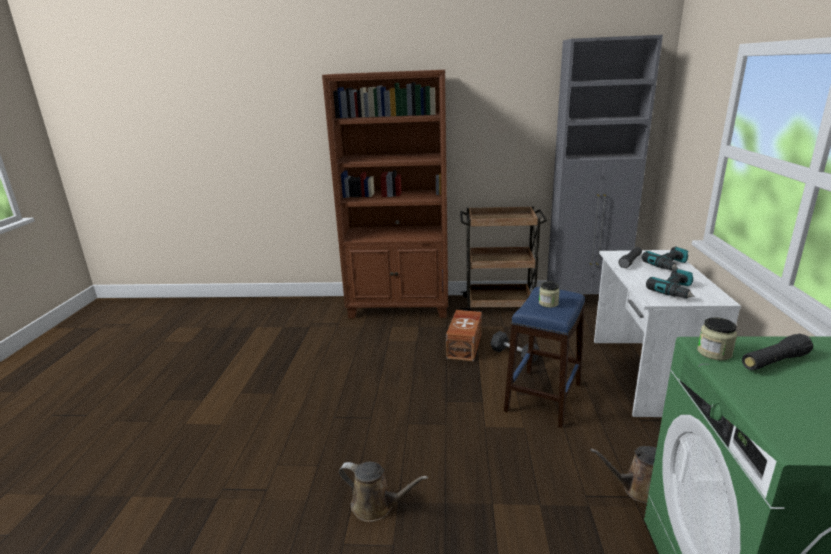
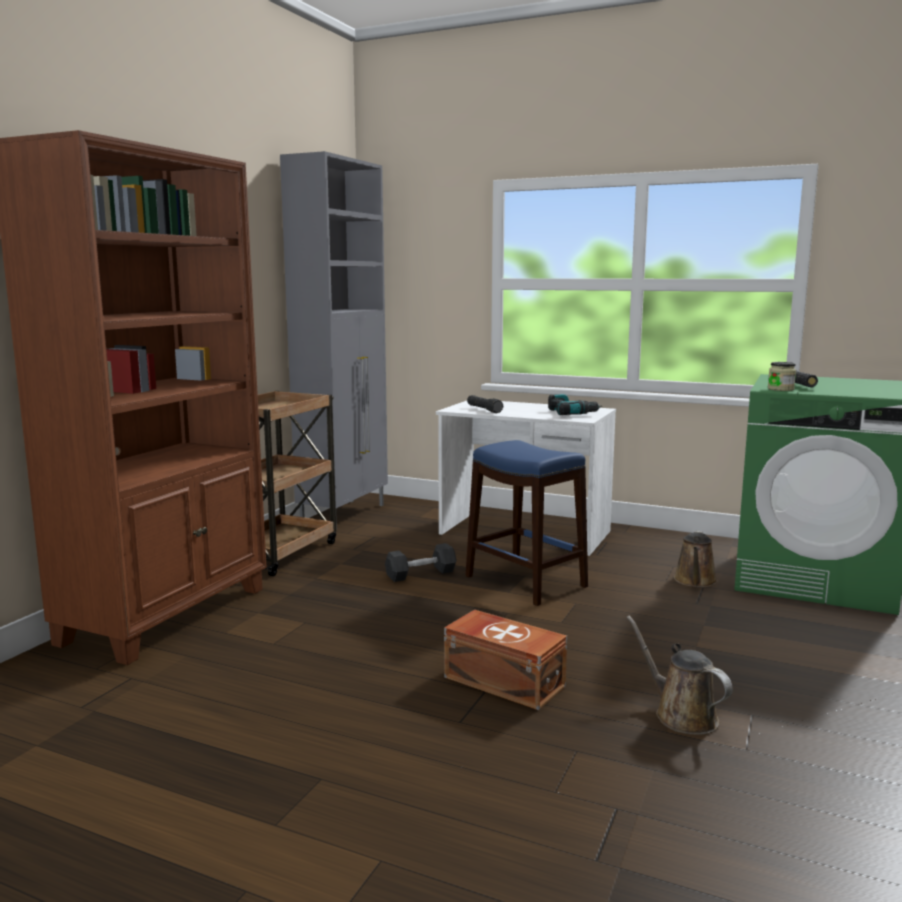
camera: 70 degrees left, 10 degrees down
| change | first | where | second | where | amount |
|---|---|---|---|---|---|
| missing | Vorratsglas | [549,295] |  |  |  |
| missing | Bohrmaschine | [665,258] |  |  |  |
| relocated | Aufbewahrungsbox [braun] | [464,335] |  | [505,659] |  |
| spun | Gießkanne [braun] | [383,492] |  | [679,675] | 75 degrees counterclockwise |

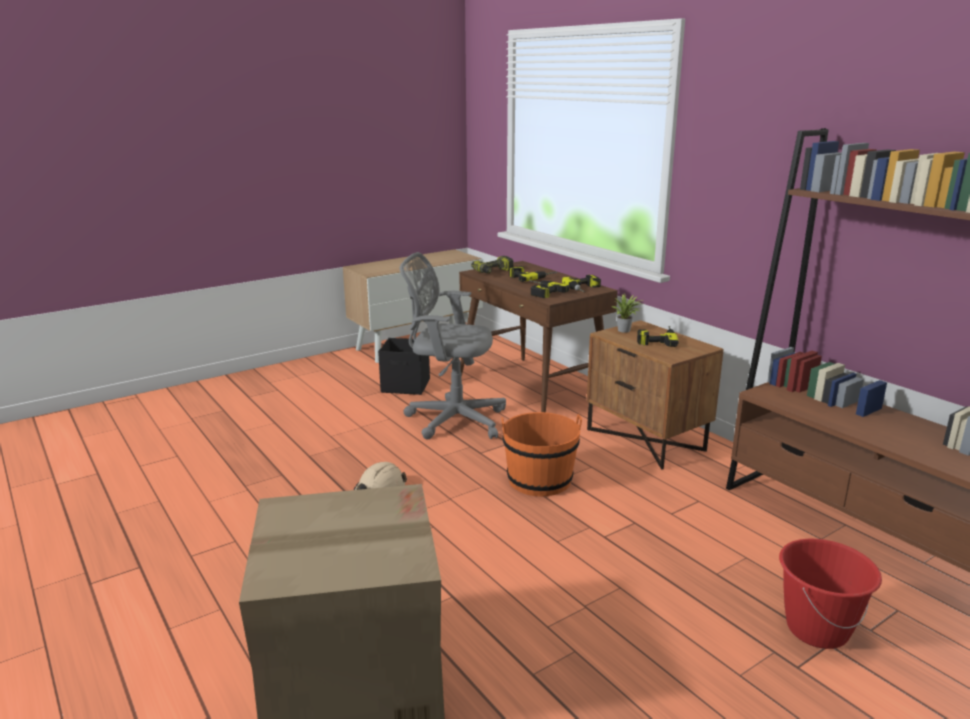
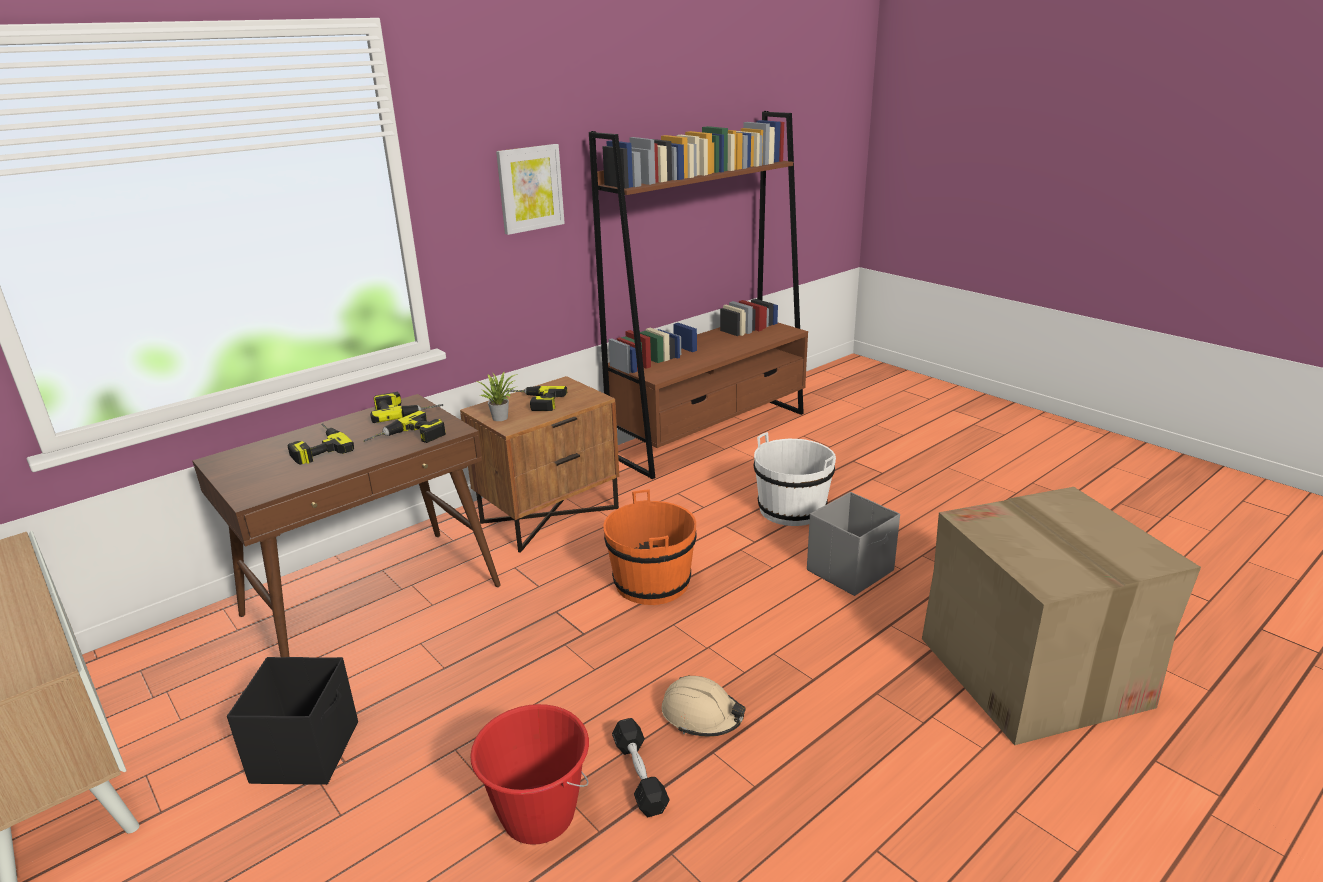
camera: 95 degrees left, 5 degrees up
| change | first | where | second | where | amount |
|---|---|---|---|---|---|
| missing | Bürostuhl [grau] | [453,345] |  |  |  |
| missing | Bohrmaschine | [492,265] |  |  |  |
| appeared |  |  | Bild | [530,189] |  |
| appeared |  |  | Hantel [schwarz] | [641,767] |  |
| appeared |  |  | Eimer [weiß] | [795,479] |  |
| appeared |  |  | Aufbewahrungsbox [grau] | [853,544] |  |
| relocated | Eimer [rot] | [830,594] |  | [529,774] |  |

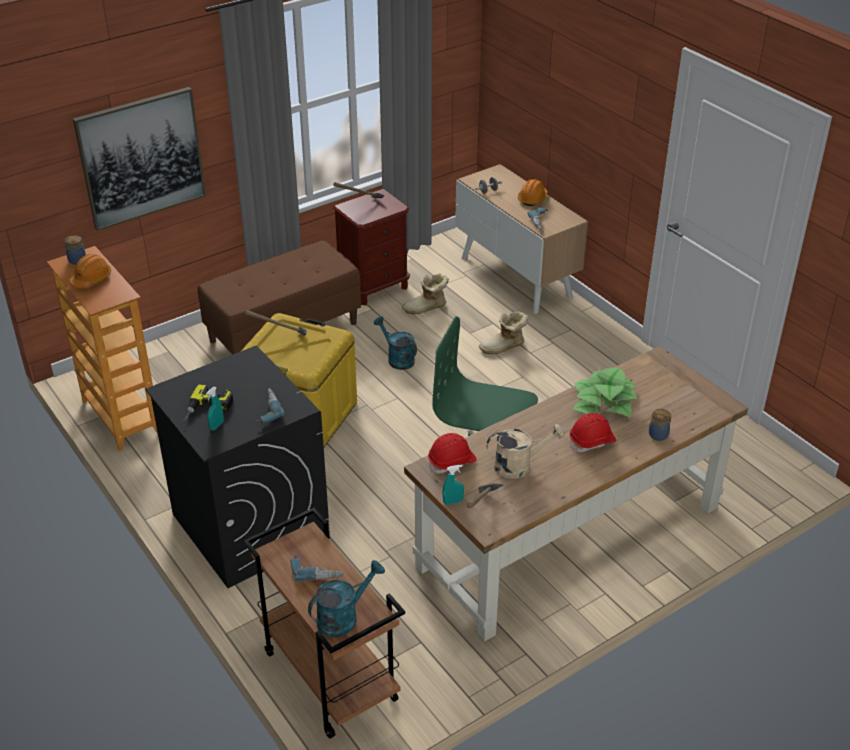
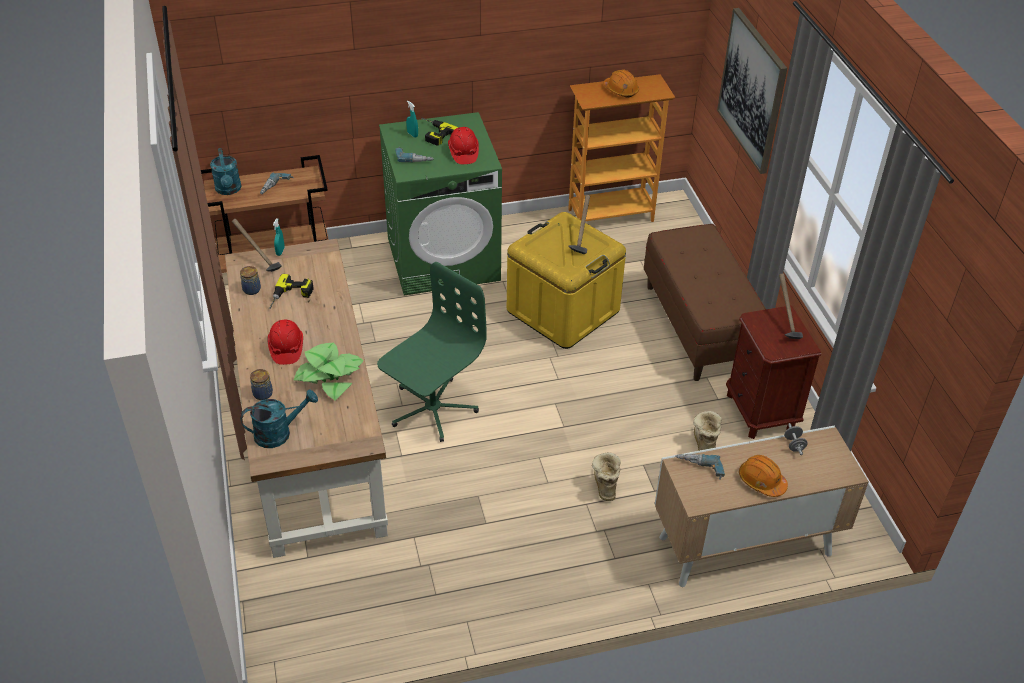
camera: 110 degrees right, 5 degrees up
| change | first | where | second | where | amount |
|---|---|---|---|---|---|
| relocated | Vorratsglas | [75,250] |  | [250,280] |  |
| relocated | Gießkanne [türkis] | [395,343] |  | [279,419] |  |
| relocated | Schutzhelm [rot] | [452,453] |  | [463,145] |  |
| exchanged | Gießkanne [beige] | [525,451] | Bohrmaschine | [292,291] |  |
| colour | Waschmaschine [schwarz] | [237,467] | Waschmaschine [grün] | [440,203] |  |

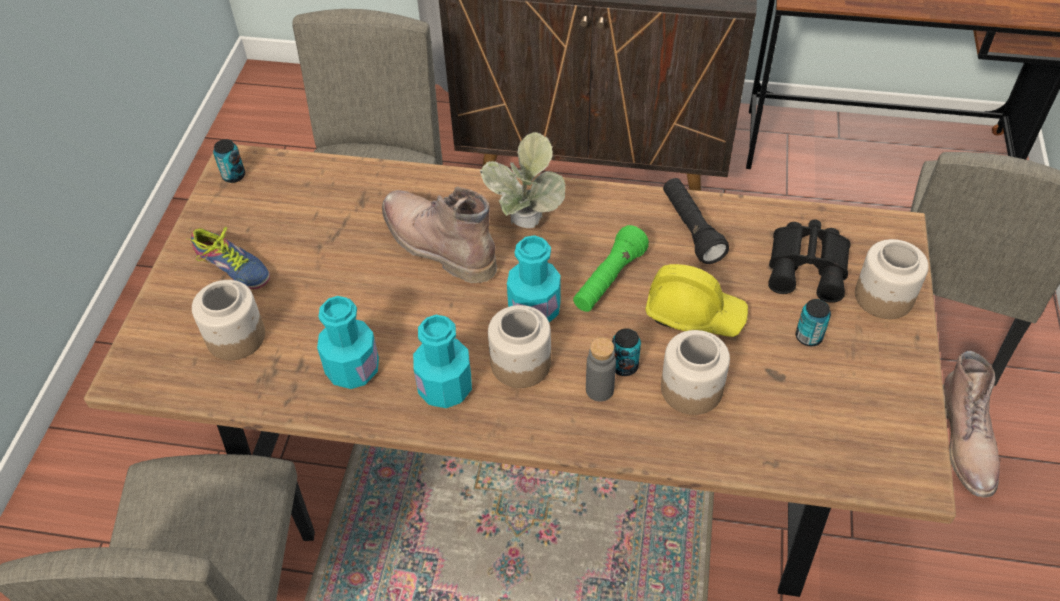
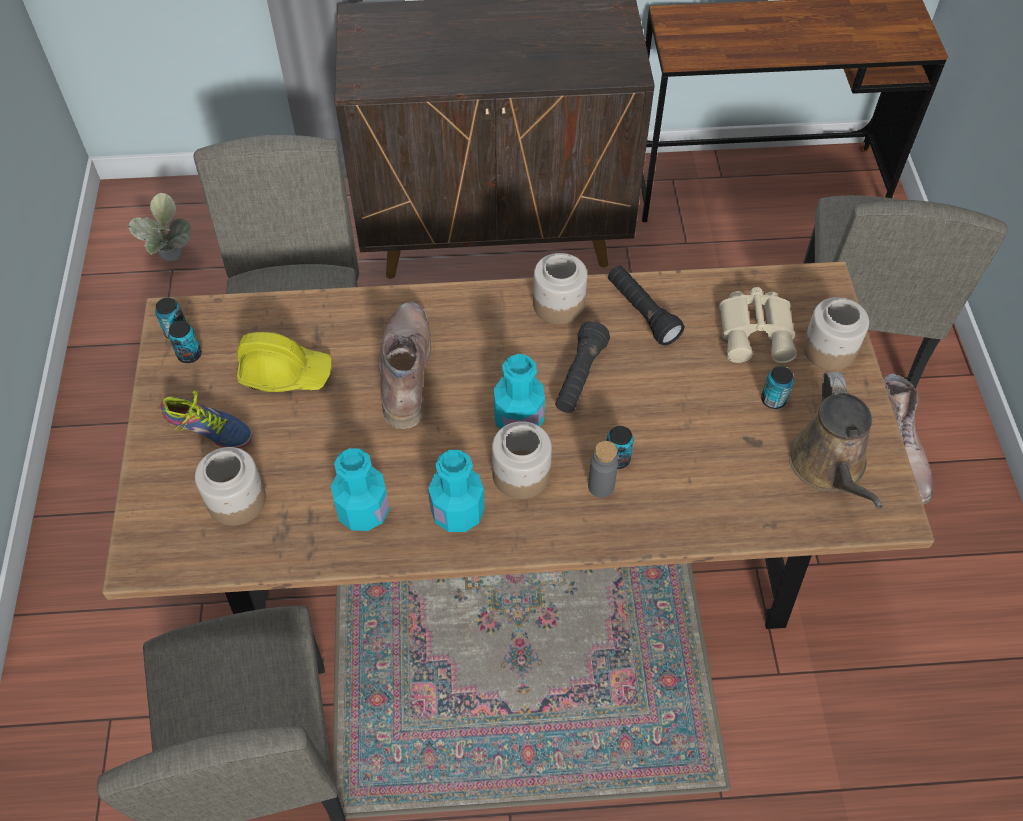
camera: 15 degrees left, 5 degrees up
| change | first | where | second | where | amount |
|---|---|---|---|---|---|
| appeared |  |  | Dose | [185,342] |  |
| appeared |  |  | Gießkanne [braun] | [836,440] |  |
| relocated | Topfpflanze | [522,180] |  | [159,227] |  |
| relocated | Schutzhelm [gelb] | [696,300] |  | [284,362] |  |
| relocated | Vorratsglas | [695,372] |  | [560,289] |  |
| colour | Taschenlampe [grün] | [611,268] | Taschenlampe [schwarz] | [582,367] |  |
| colour | Fernglas [schwarz] | [809,261] | Fernglas [beige] | [758,325] |  |
| spun | Stiefel [braun] | [439,234] |  | [405,365] | 60 degrees clockwise |

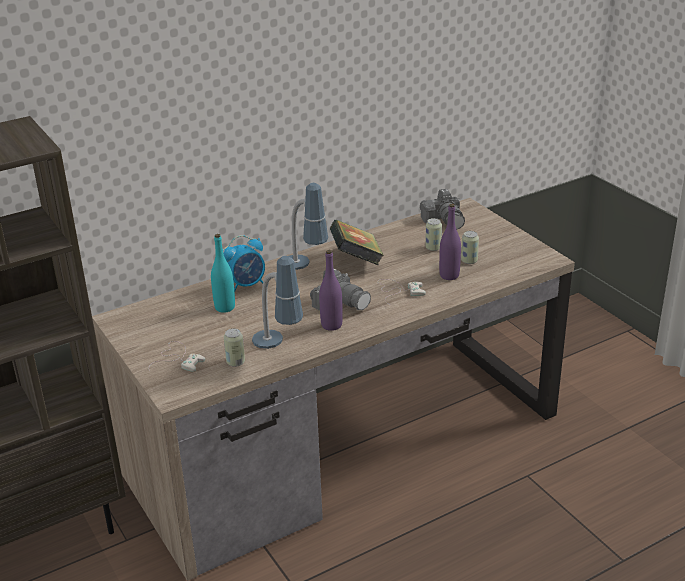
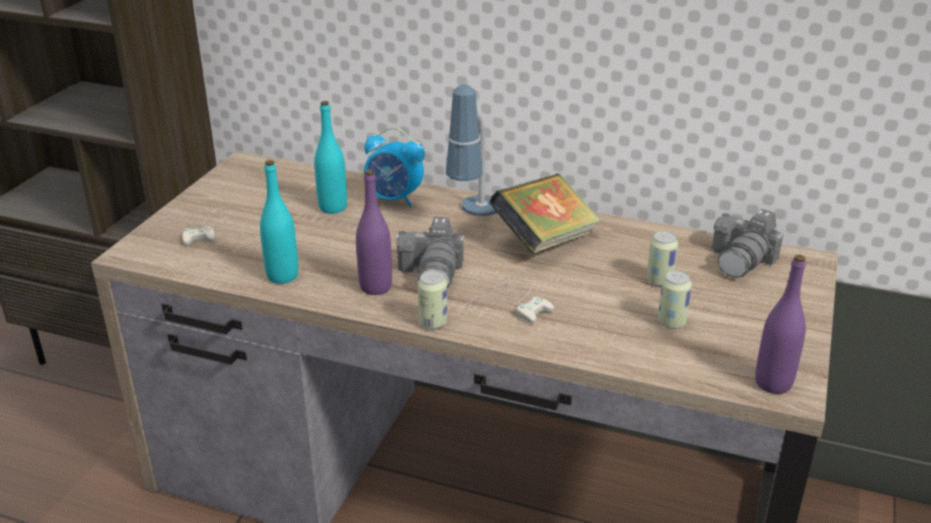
camera: 50 degrees right, 0 degrees up
| change | first | where | second | where | amount |
|---|---|---|---|---|---|
| relocated | Dose | [234,347] |  | [432,300] |  |
| relocated | Flasche [lila] | [450,242] |  | [780,324] |  |
| exchanged | Tischlampe | [277,302] | Flasche [türkis] | [279,222] |  |

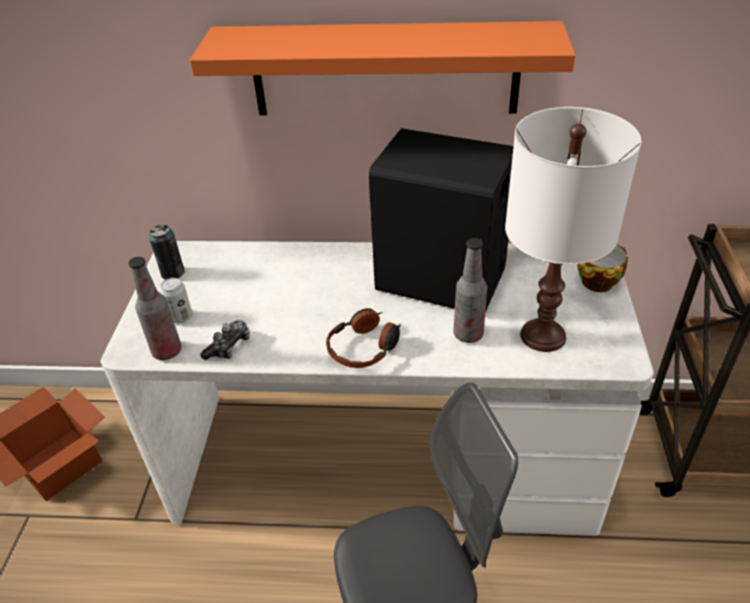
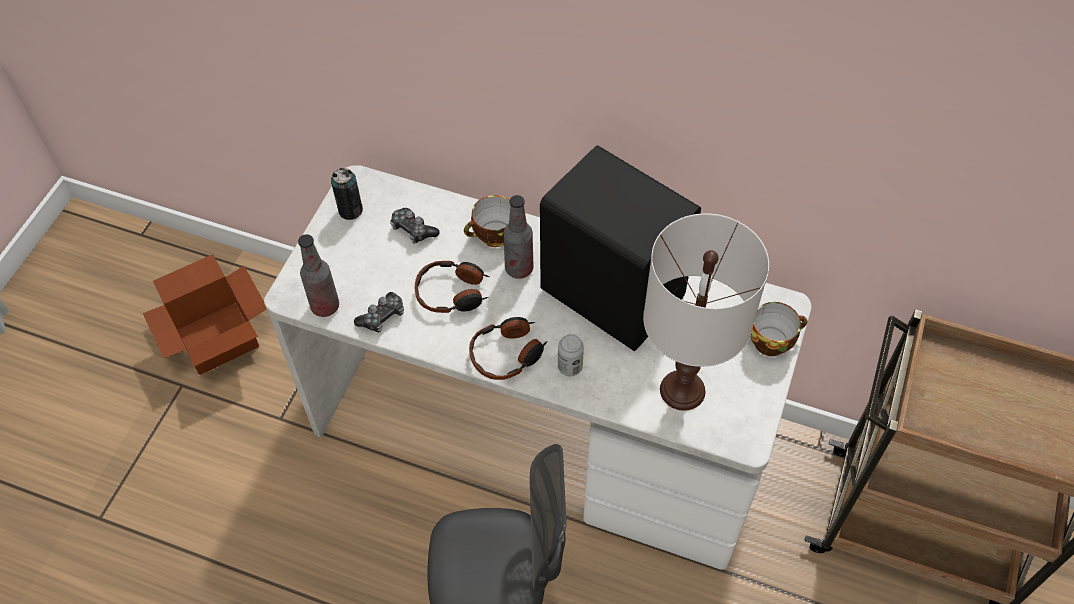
camera: 15 degrees right, 15 degrees up
| change | first | where | second | where | amount |
|---|---|---|---|---|---|
| missing | Wandregal [orange] | [383,68] |  |  |  |
| appeared |  |  | Gamepad | [415,226] |  |
| appeared |  |  | Kopfhörer | [452,287] |  |
| appeared |  |  | Tasse | [487,221] |  |
| relocated | Dose | [176,300] |  | [571,355] |  |
| relocated | Flasche | [470,290] |  | [518,237] |  |

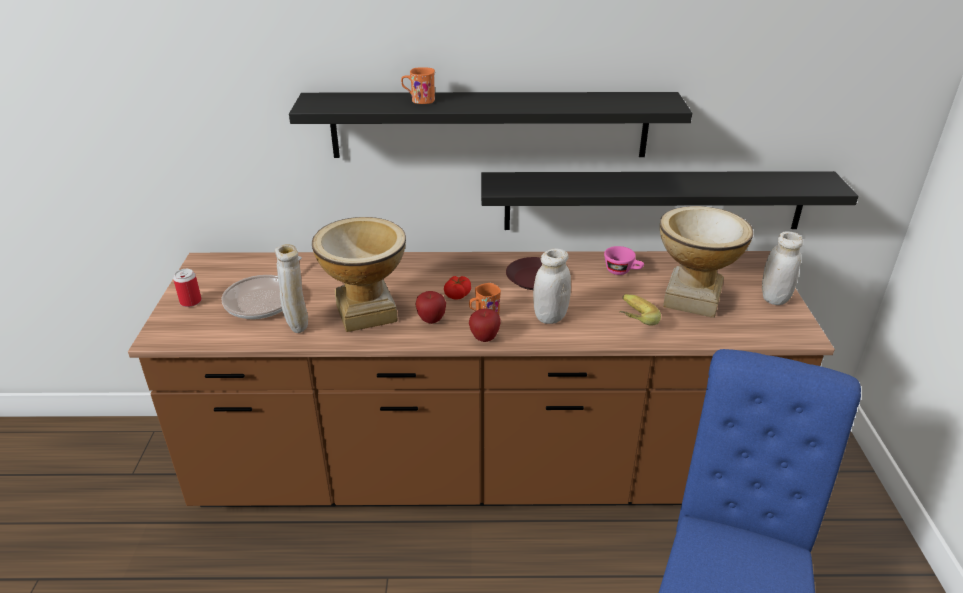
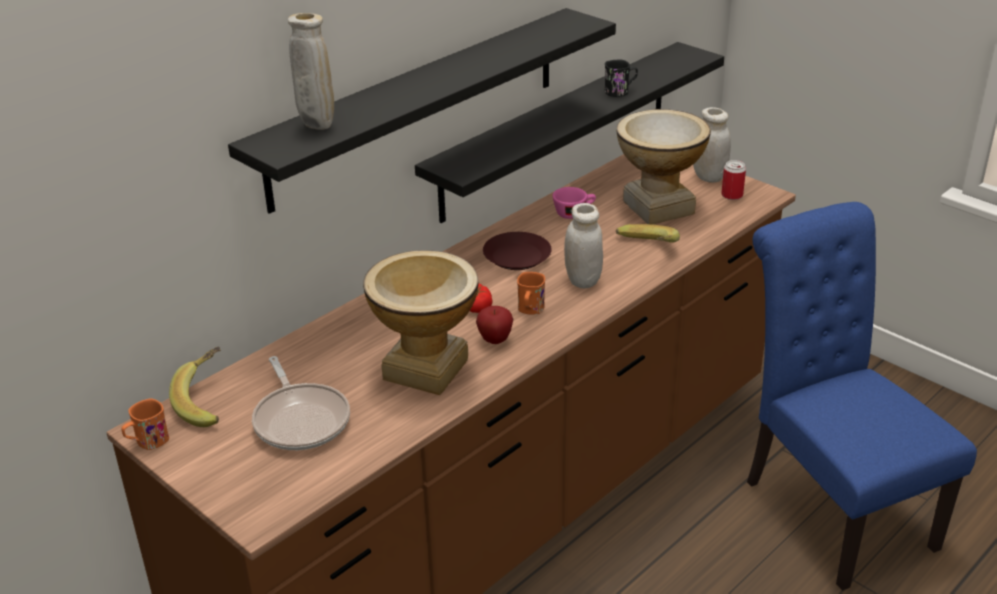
camera: 45 degrees left, 0 degrees up
| change | first | where | second | where | amount |
|---|---|---|---|---|---|
| missing | Apfel | [485,325] |  |  |  |
| appeared |  |  | Banane | [195,386] |  |
| appeared |  |  | Henkelbecher [schwarz] | [621,78] |  |
| relocated | Dose | [187,288] |  | [733,180] |  |
| relocated | Vase [beige] | [291,288] |  | [311,71] |  |
| relocated | Henkelbecher [orange] | [418,85] |  | [145,424] |  |

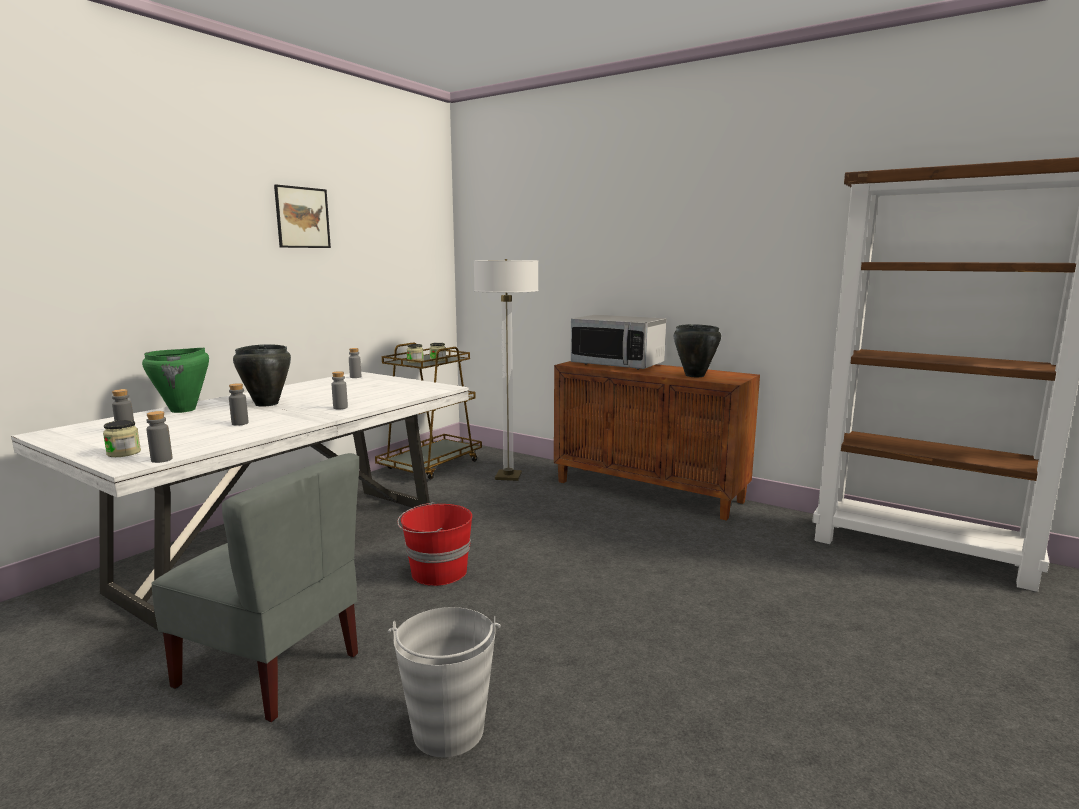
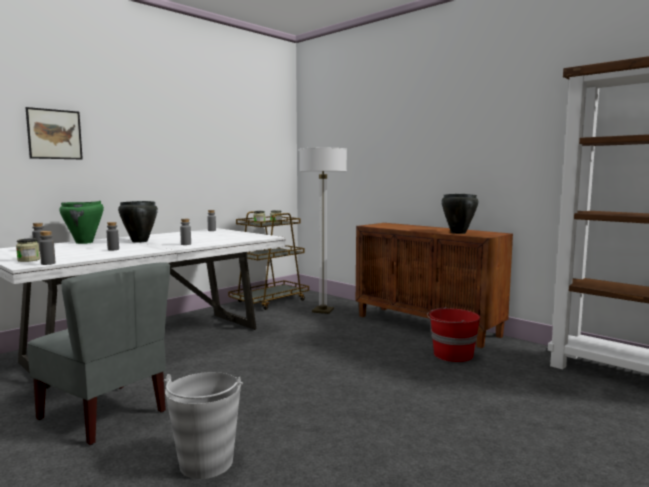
camera: 10 degrees right, 5 degrees down
| change | first | where | second | where | amount |
|---|---|---|---|---|---|
| missing | Mikrowelle | [618,342] |  |  |  |
| relocated | Bild | [302,216] |  | [54,133] |  |
| relocated | Eimer [rot] | [434,544] |  | [453,334] |  |

